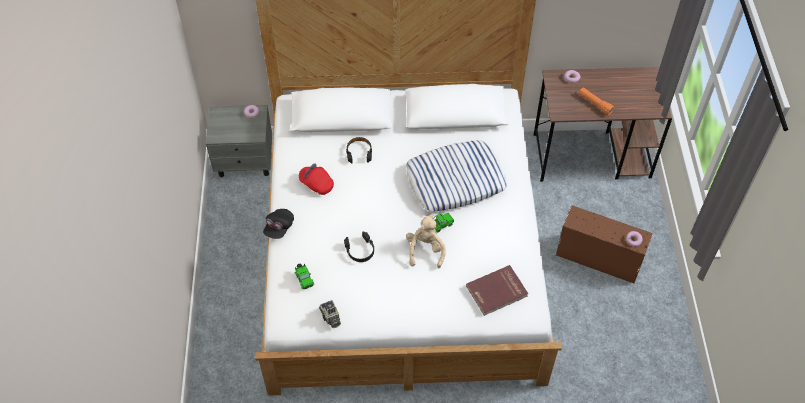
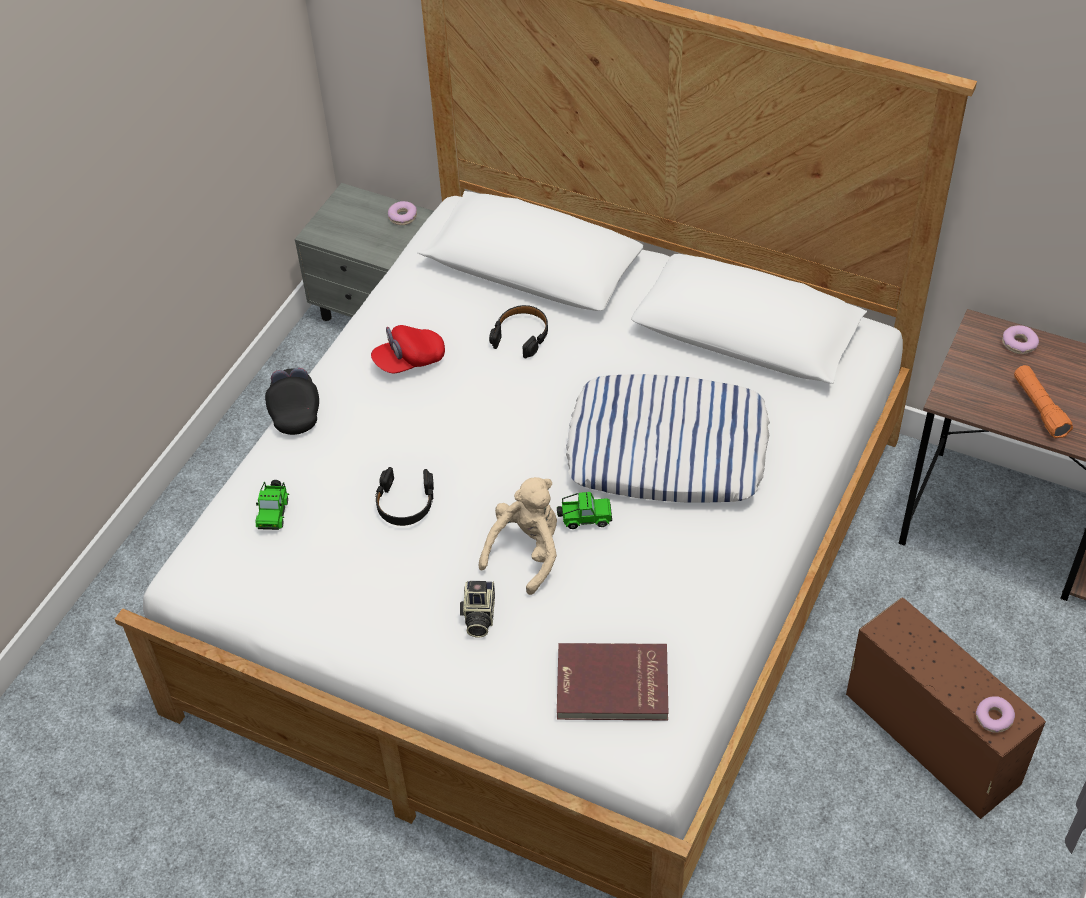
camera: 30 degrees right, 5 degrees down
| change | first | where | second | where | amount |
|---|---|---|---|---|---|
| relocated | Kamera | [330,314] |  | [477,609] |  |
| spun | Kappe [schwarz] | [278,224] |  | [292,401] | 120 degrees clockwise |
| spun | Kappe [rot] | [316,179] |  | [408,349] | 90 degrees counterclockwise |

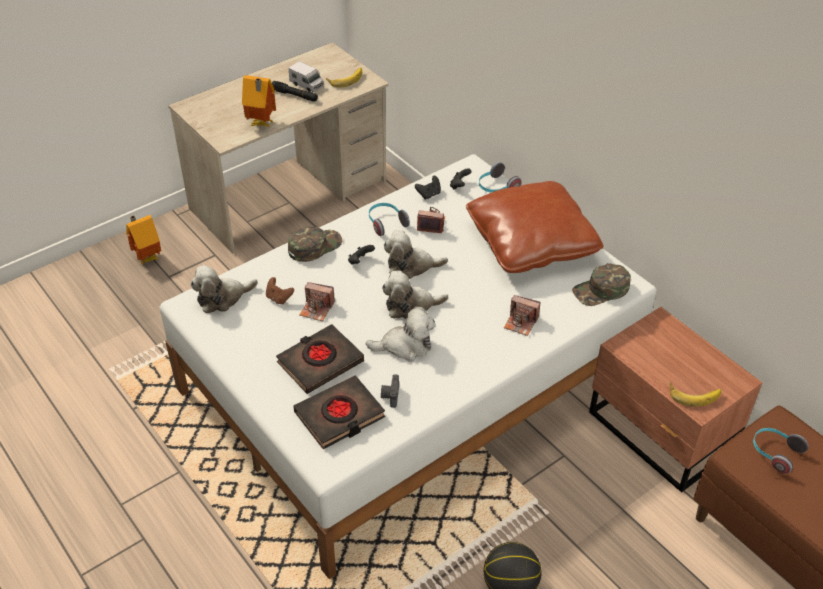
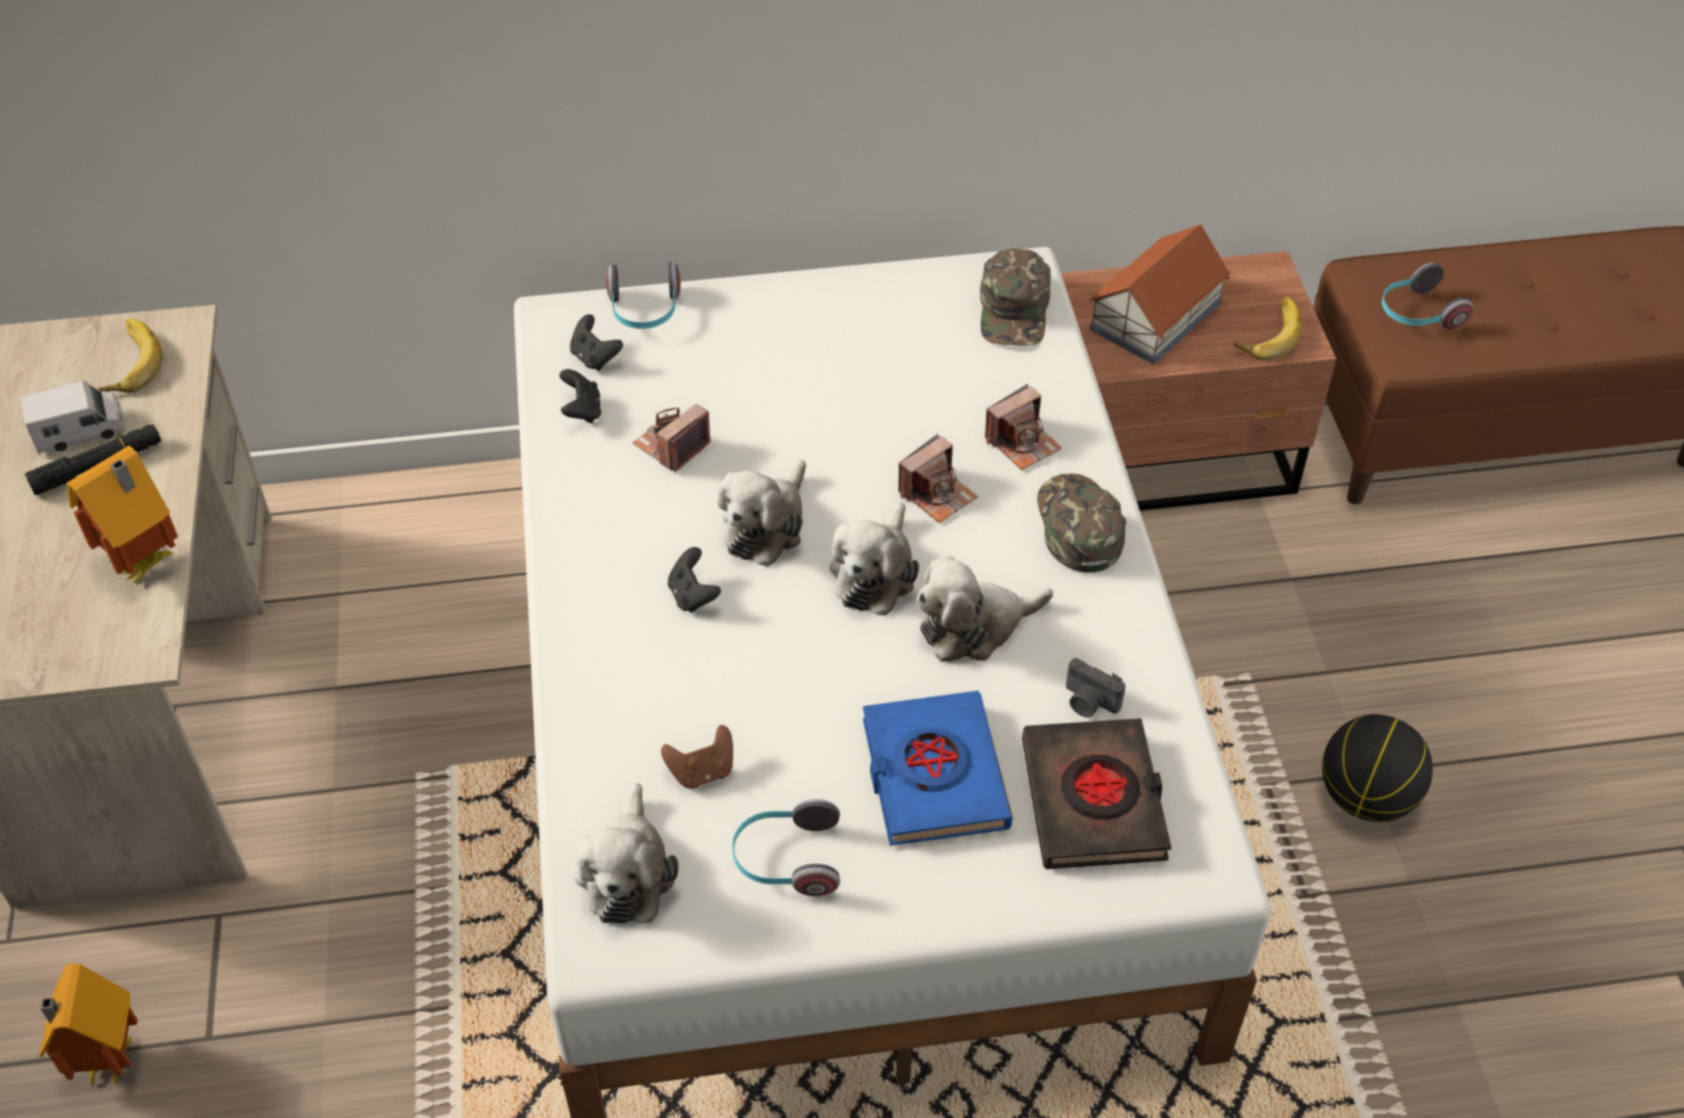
camera: 60 degrees left, 5 degrees up
| change | first | where | second | where | amount |
|---|---|---|---|---|---|
| missing | Kissen [braun] | [534,227] |  |  |  |
| appeared |  |  | Spielzeughaus | [1160,294] |  |
| relocated | Kappe [grün] | [315,244] |  | [1081,523] |  |
| relocated | Kamera | [317,301] |  | [938,478] |  |
| relocated | Kopfhörer | [389,219] |  | [786,847] |  |
| colour | Buch [schwarz] | [320,359] | Buch [blau] | [938,768] |  |
| spun | Plüschtier | [401,334] |  | [984,609] | 135 degrees counterclockwise |

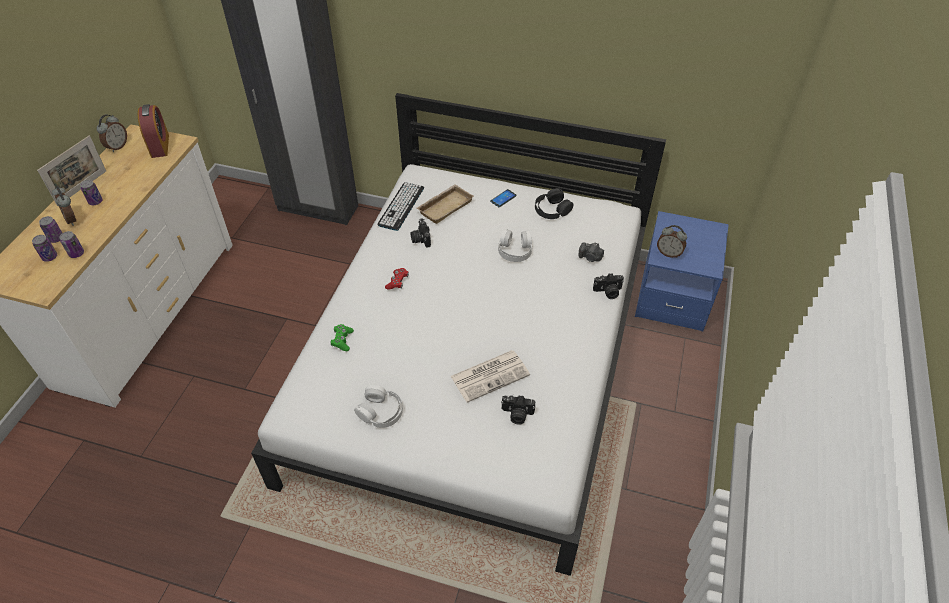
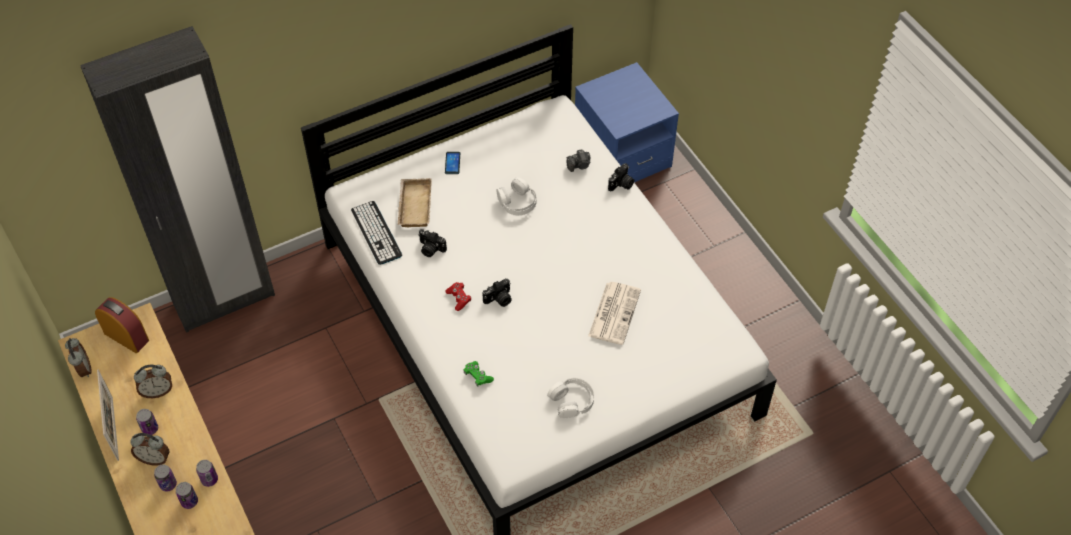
camera: 45 degrees left, 5 degrees up
| change | first | where | second | where | amount |
|---|---|---|---|---|---|
| missing | Kopfhörer [schwarz] | [554,203] |  |  |  |
| relocated | Kamera | [518,410] |  | [497,293] |  |
| relocated | Wecker | [672,241] |  | [153,381] |  |

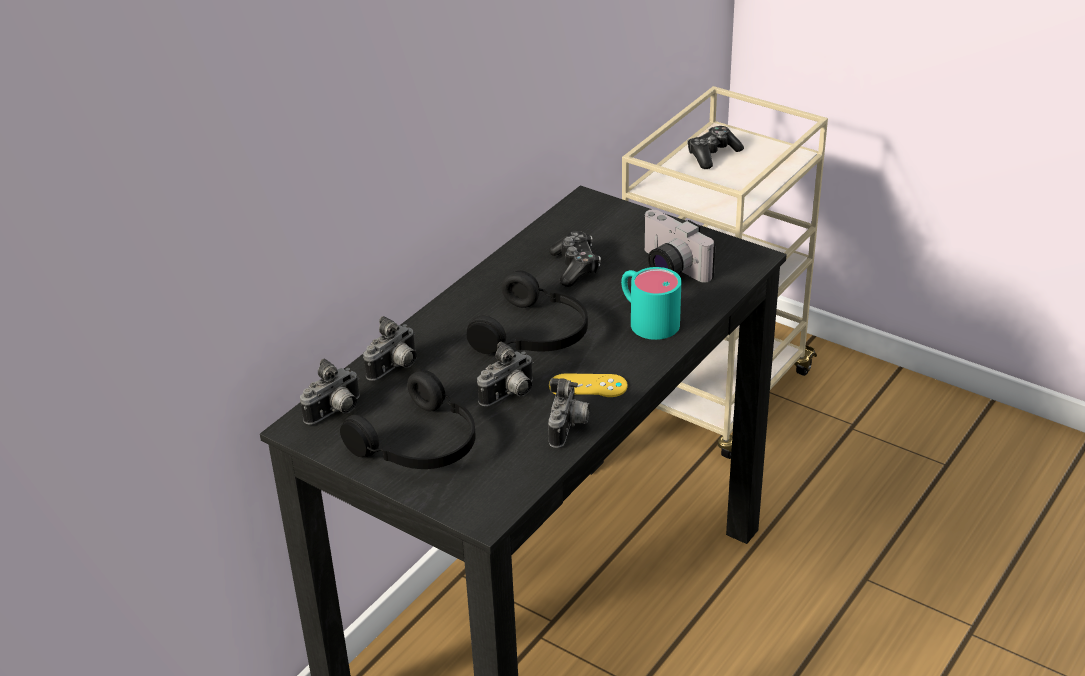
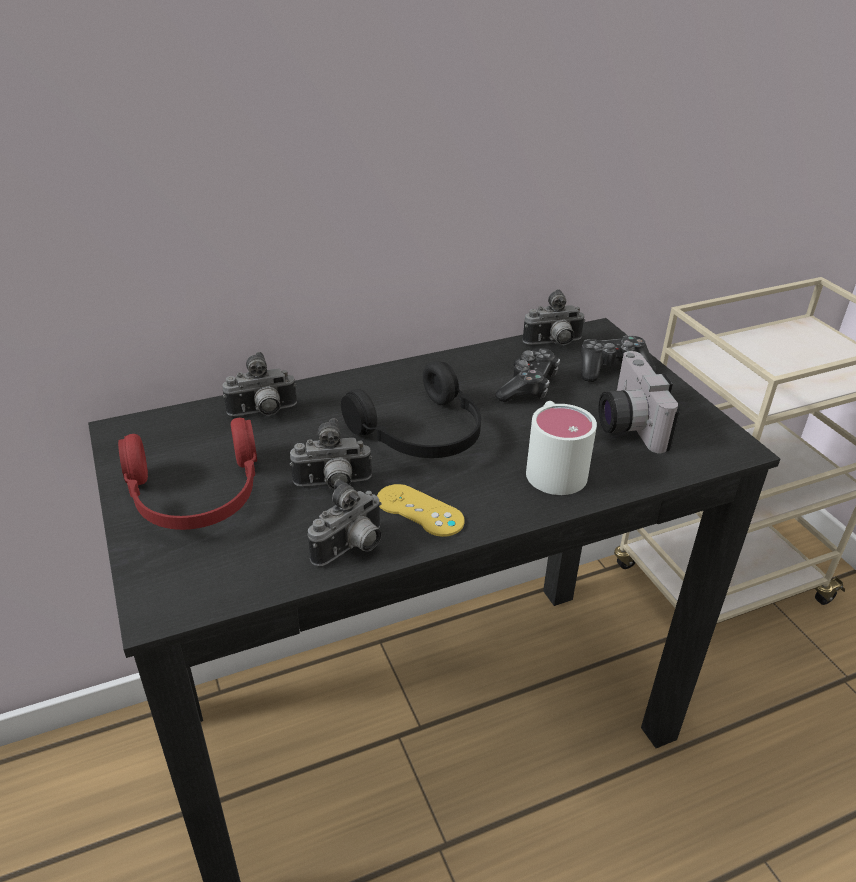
camera: 30 degrees right, 0 degrees up
| change | first | where | second | where | amount |
|---|---|---|---|---|---|
| relocated | Kamera | [330,392] |  | [554,317] |  |
| relocated | Gamepad | [715,147] |  | [619,359] |  |
| colour | Kopfhörer [schwarz] | [408,419] | Kopfhörer [rot] | [187,474] |  |
| colour | Henkelbecher [türkis] | [651,303] | Henkelbecher [weiß] | [561,448] |  |

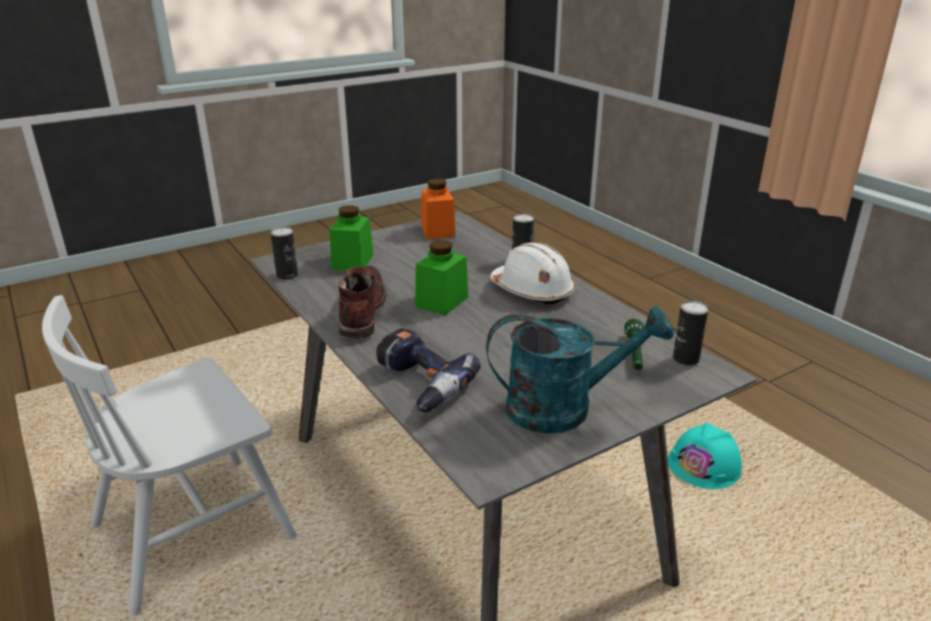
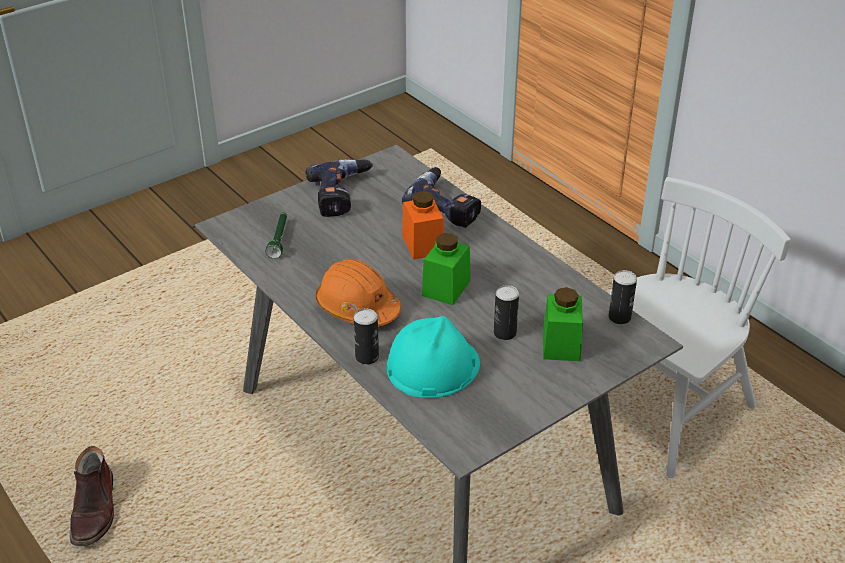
camera: 175 degrees right, 10 degrees up
| change | first | where | second | where | amount |
|---|---|---|---|---|---|
| relocated | Stiefel [braun] | [362,302] |  | [92,496] |  |
| relocated | Vorratsglas [orange] | [438,209] |  | [423,225] |  |
| relocated | Schutzhelm [türkis] | [705,456] |  | [433,357] |  |
| relocated | Dose | [690,333] |  | [506,312] |  |
| exchanged | Gießkanne [türkis] | [580,369] | Bohrmaschine | [339,188] |  |
| colour | Schutzhelm [weiß] | [532,273] | Schutzhelm [orange] | [358,293] |  |

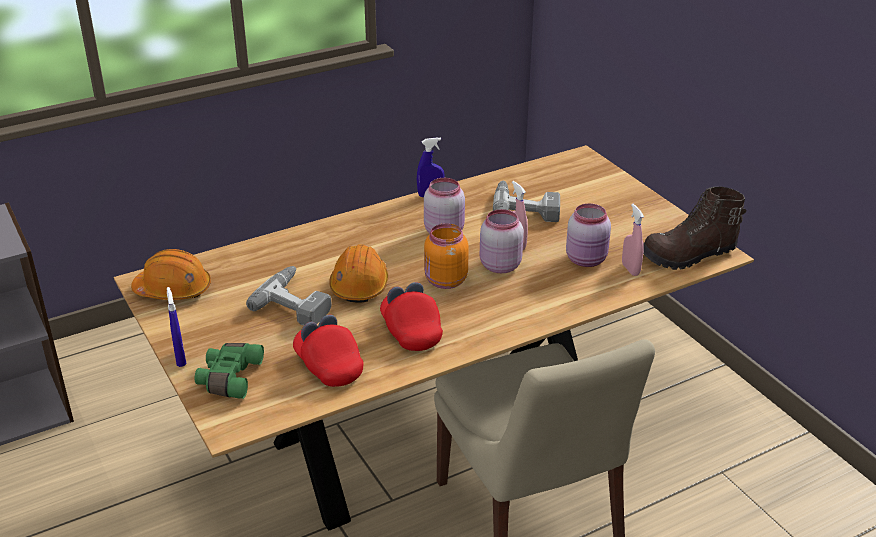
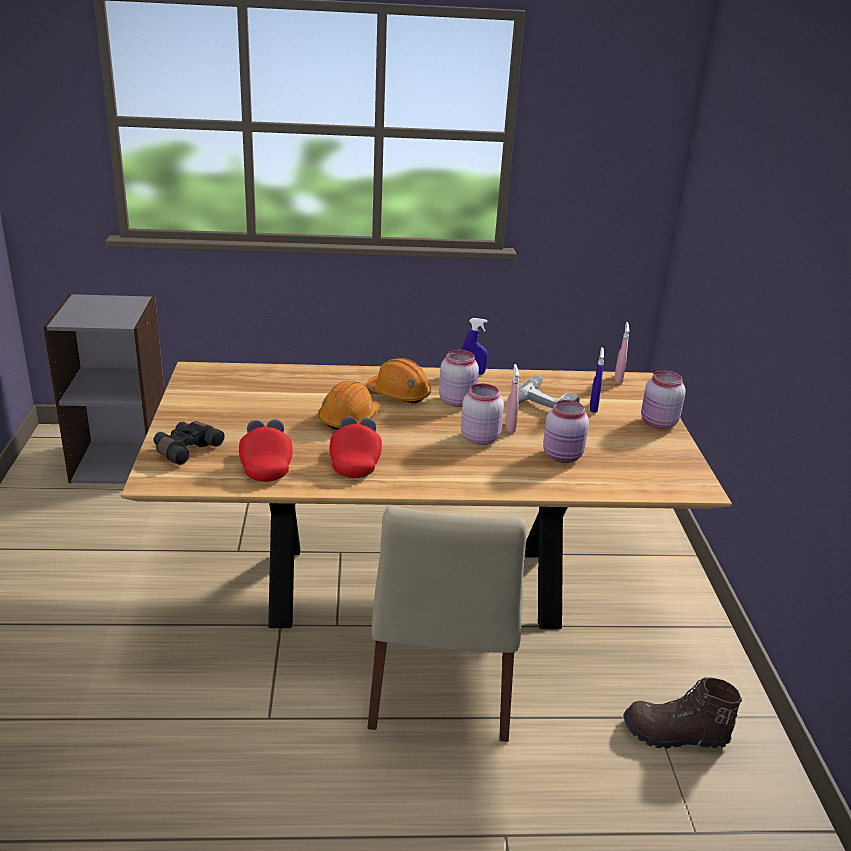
camera: 25 degrees right, 5 degrees down
| change | first | where | second | where | amount |
|---|---|---|---|---|---|
| missing | Bohrmaschine | [289,296] |  |  |  |
| missing | Vorratsglas [orange] | [446,256] |  |  |  |
| appeared |  |  | Vorratsglas [rosa] | [663,400] |  |
| relocated | Schutzhelm [orange] | [171,274] |  | [399,381] |  |
| relocated | Sprühflasche [blau] | [176,327] |  | [597,380] |  |
| relocated | Sprühflasche [rosa] | [633,240] |  | [622,353] |  |
| relocated | Stiefel [braun] | [694,228] |  | [682,713] |  |
| colour | Fernglas [grün] | [229,371] | Fernglas [schwarz] | [189,443] |  |

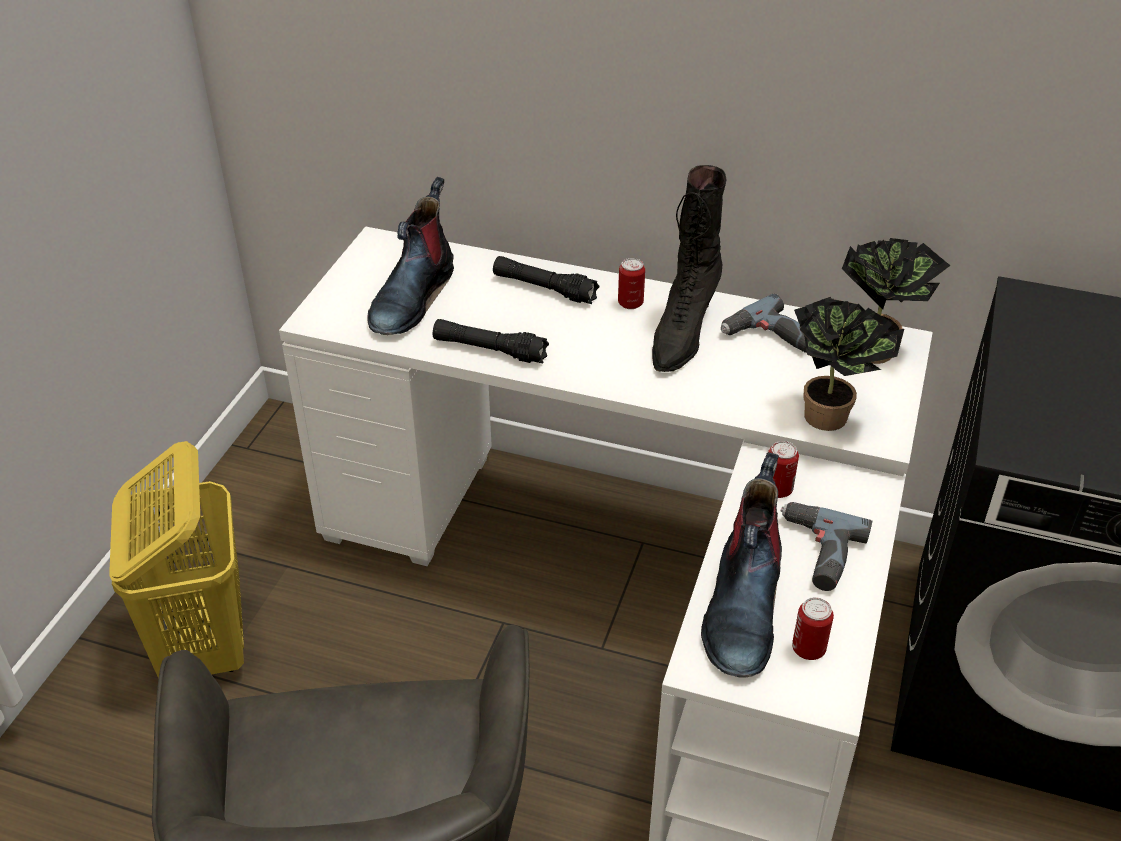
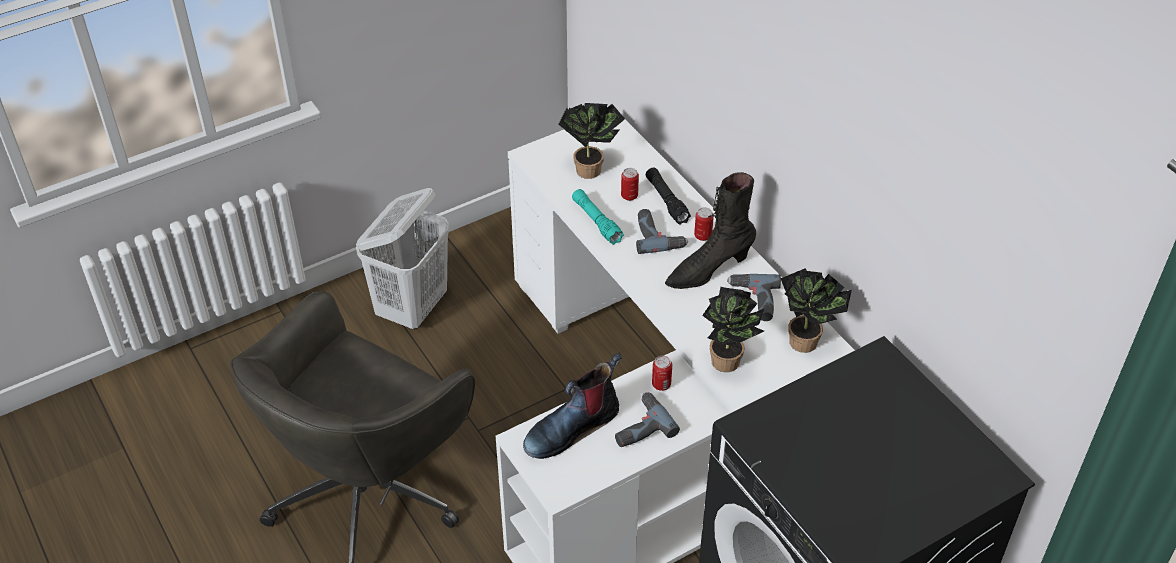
camera: 40 degrees right, 5 degrees up
| change | first | where | second | where | amount |
|---|---|---|---|---|---|
| appeared |  |  | Bohrmaschine | [662,231] |  |
| relocated | Dose | [813,628] |  | [630,184] |  |
| exchanged | Stiefel | [410,256] | Topfpflanze | [592,141] |  |
| colour | Wäschekorb [gelb] | [176,559] | Wäschekorb [weiß] | [402,258] |  |
| colour | Taschenlampe [schwarz] | [491,341] | Taschenlampe [türkis] | [598,217] |  |

